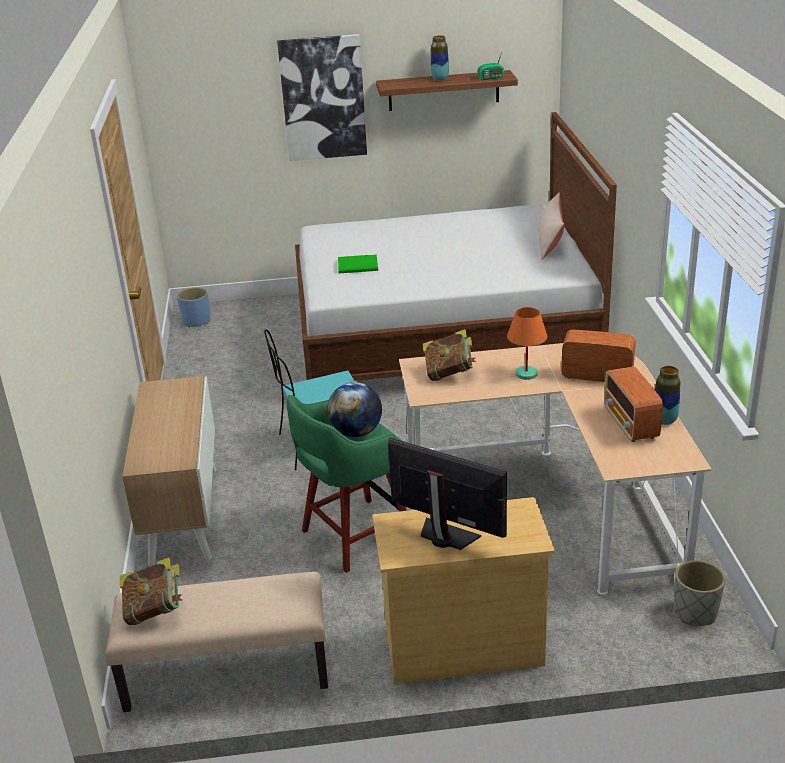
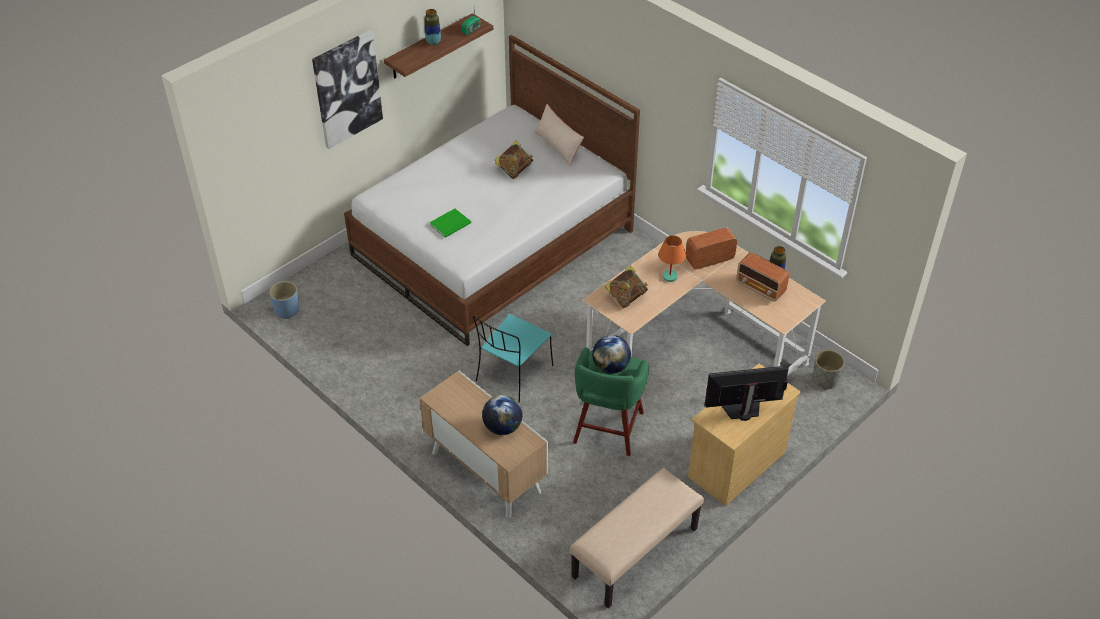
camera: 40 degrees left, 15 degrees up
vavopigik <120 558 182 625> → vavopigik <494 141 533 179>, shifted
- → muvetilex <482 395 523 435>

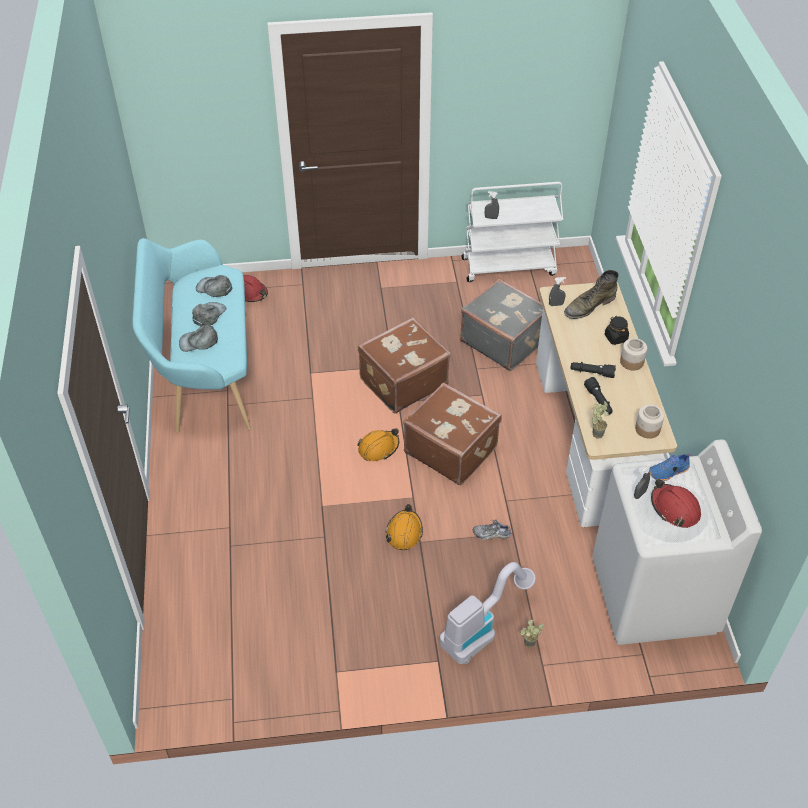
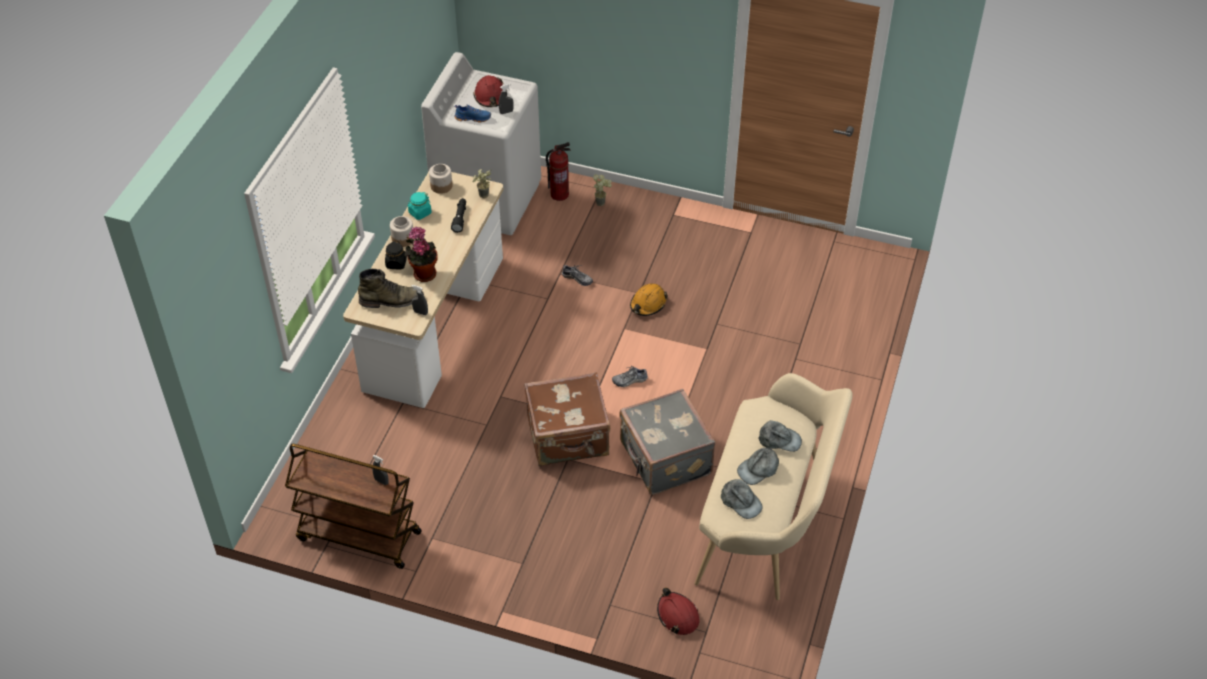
camera: 155 degrees left, 0 degrees up
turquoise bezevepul <132 238 251 432> → beige bezevepul <695 373 853 600>
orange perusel <357 428 399 461> → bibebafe <612 366 648 387>
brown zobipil <403 382 502 485> → -
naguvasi <440 562 536 664> → -
grey zobipil <460 279 543 371> → grey zobipil <619 389 715 495>, shifted
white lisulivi <461 182 563 282> → brown lisulivi <285 444 422 569>
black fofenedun <570 362 616 378> → -
- → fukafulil <405 227 438 282>
- → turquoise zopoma <408 192 432 220>
- → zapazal <546 142 571 201>

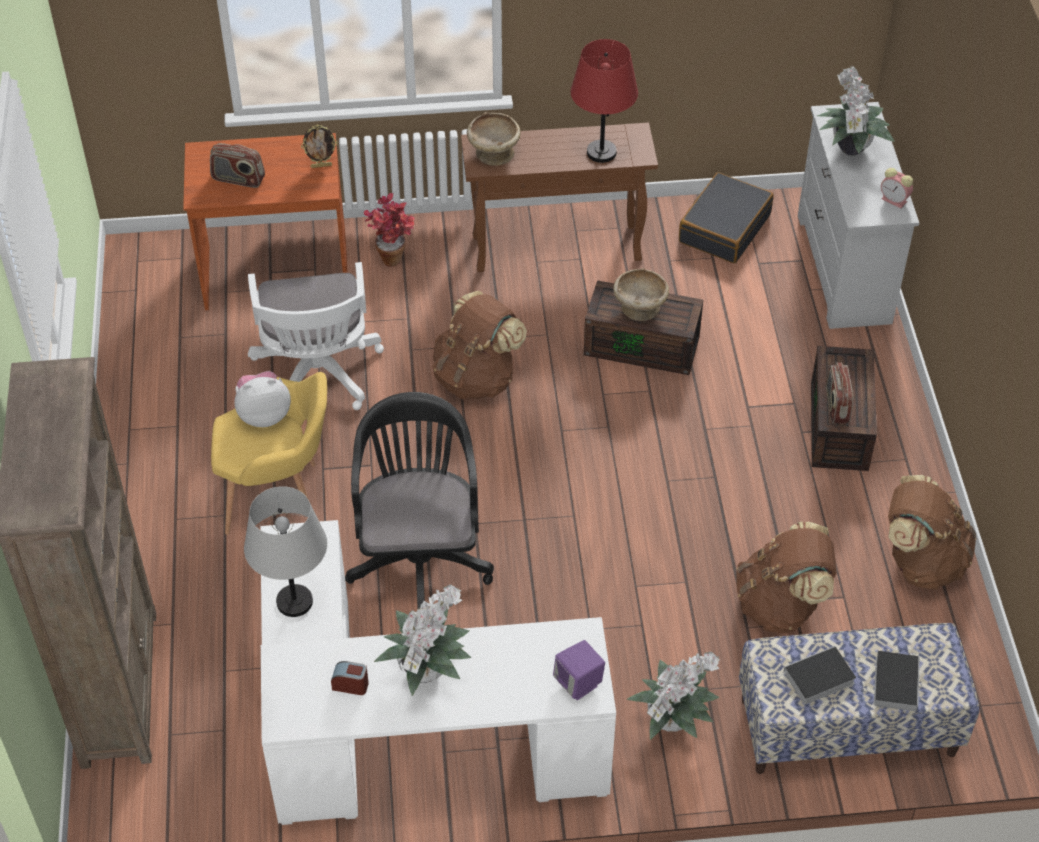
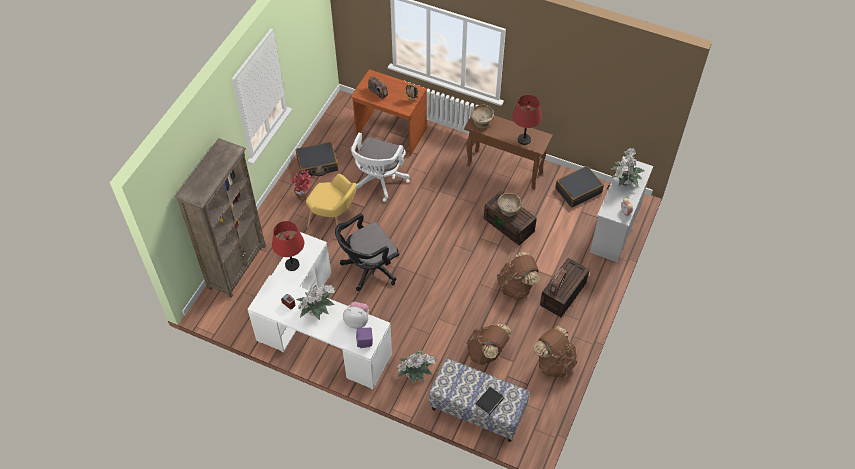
camera: 30 degrees right, 5 degrees up
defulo <234 371 291 427> → defulo <343 302 369 329>, shifted
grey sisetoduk <244 486 327 617> → red sisetoduk <272 221 304 271>
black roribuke <345 392 494 609> → black roribuke <335 214 400 291>, 150 degrees counterclockwise
fukafulil <364 193 415 267> → fukafulil <290 170 313 200>, shifted
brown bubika <432 291 527 399> → brown bubika <497 252 540 300>, shifted
vavopigik <775 646 856 704> → -
- → black zobipil <296 142 338 177>

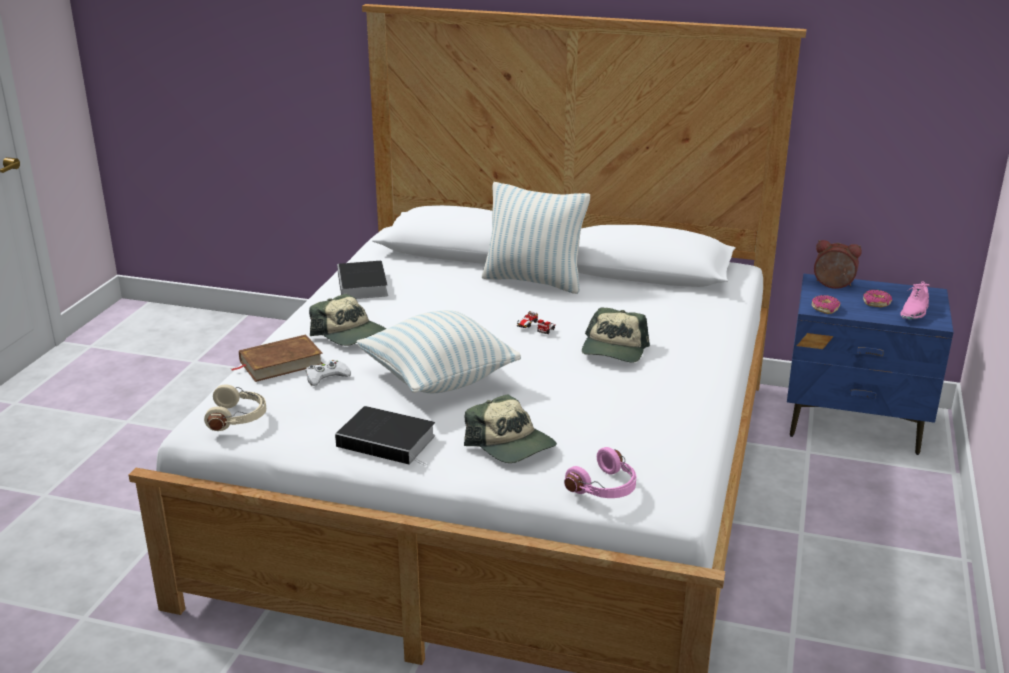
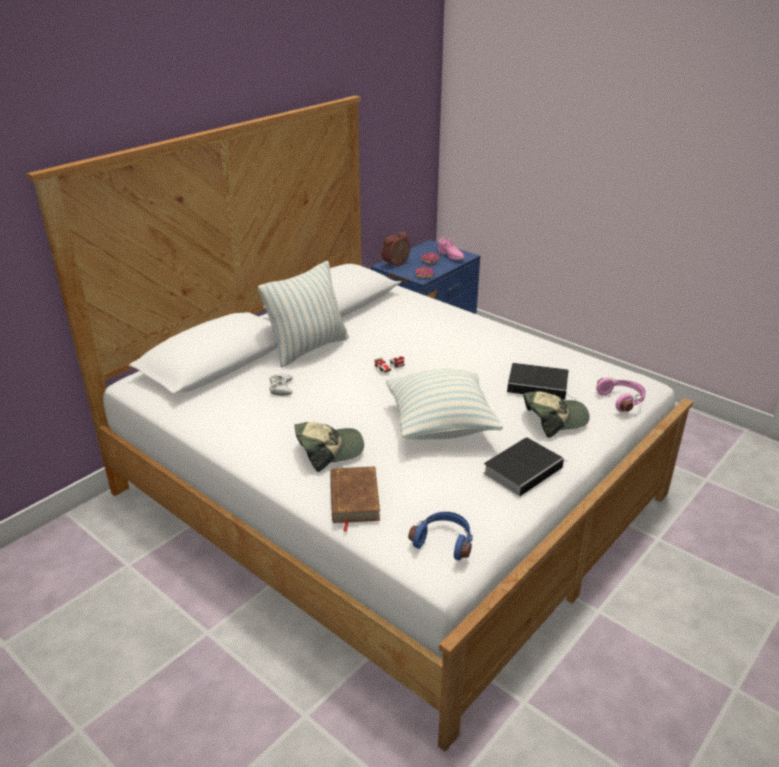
camera: 65 degrees left, 5 degrees up
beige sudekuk <204 385 266 431> → blue sudekuk <408 512 473 561>
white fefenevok <305 360 351 386> → white fefenevok <269 374 293 396>, shifted
vavopigik <337 261 388 299> → vavopigik <507 363 577 400>, shifted
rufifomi <582 307 650 363> → -

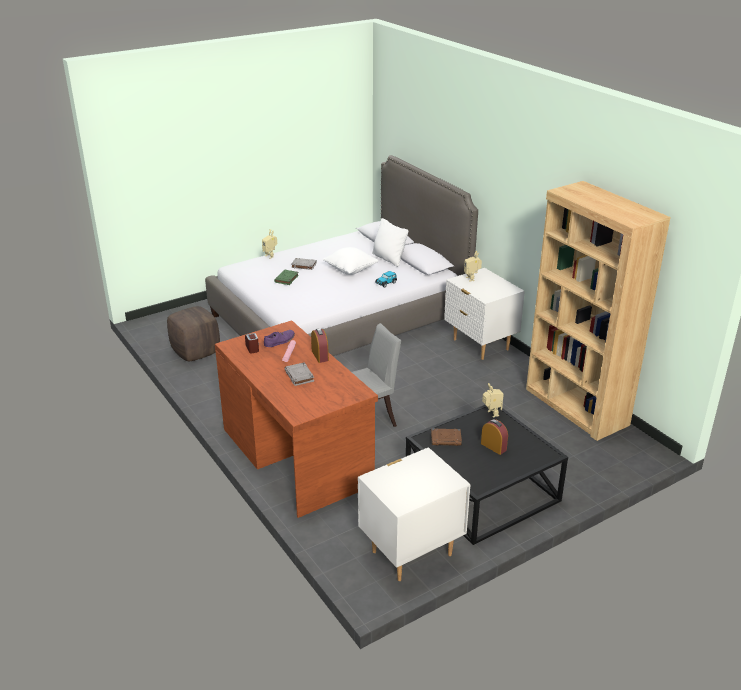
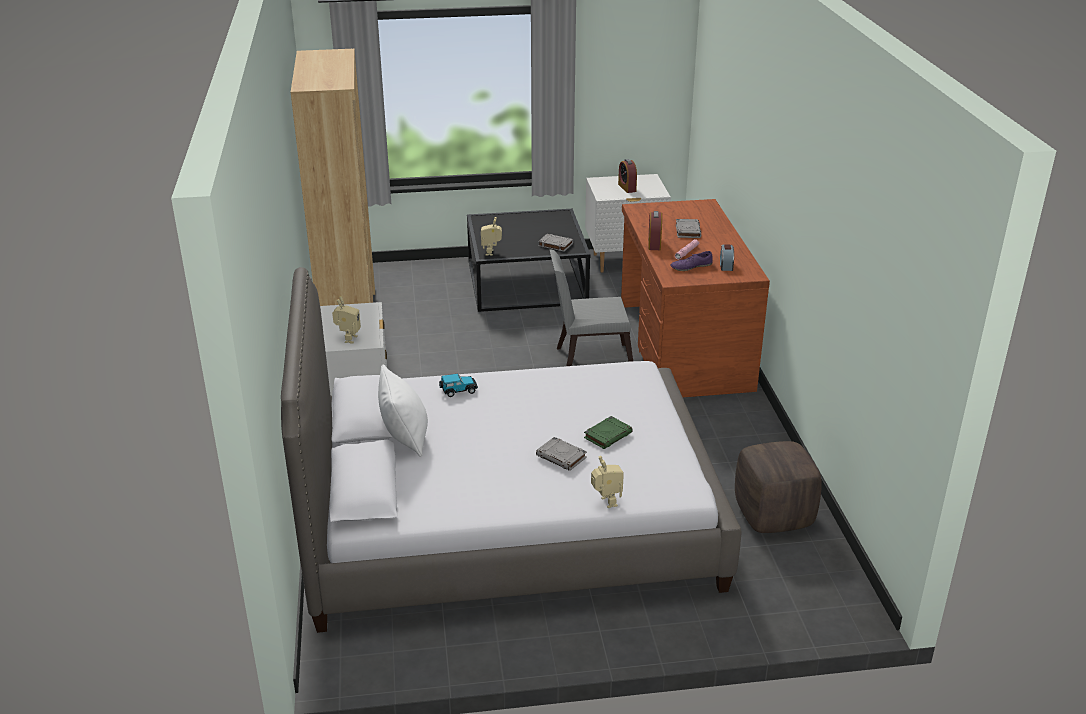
camera: 155 degrees left, 0 degrees up
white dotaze <323 247 378 275> → -
brown vavopigik <431 428 462 446> → grey vavopigik <538 234 574 252>
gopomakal <481 419 508 455> → gopomakal <618 159 637 193>, shifted

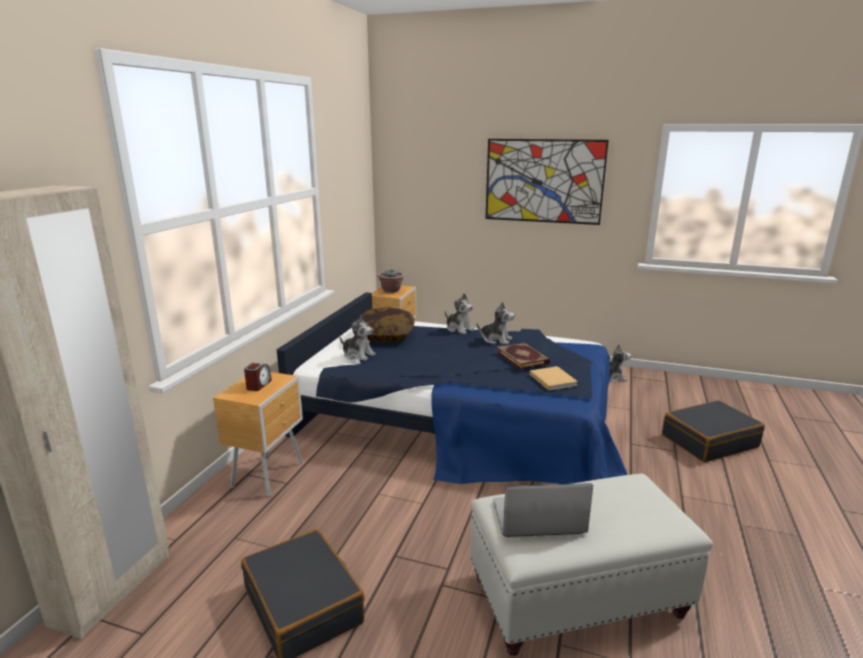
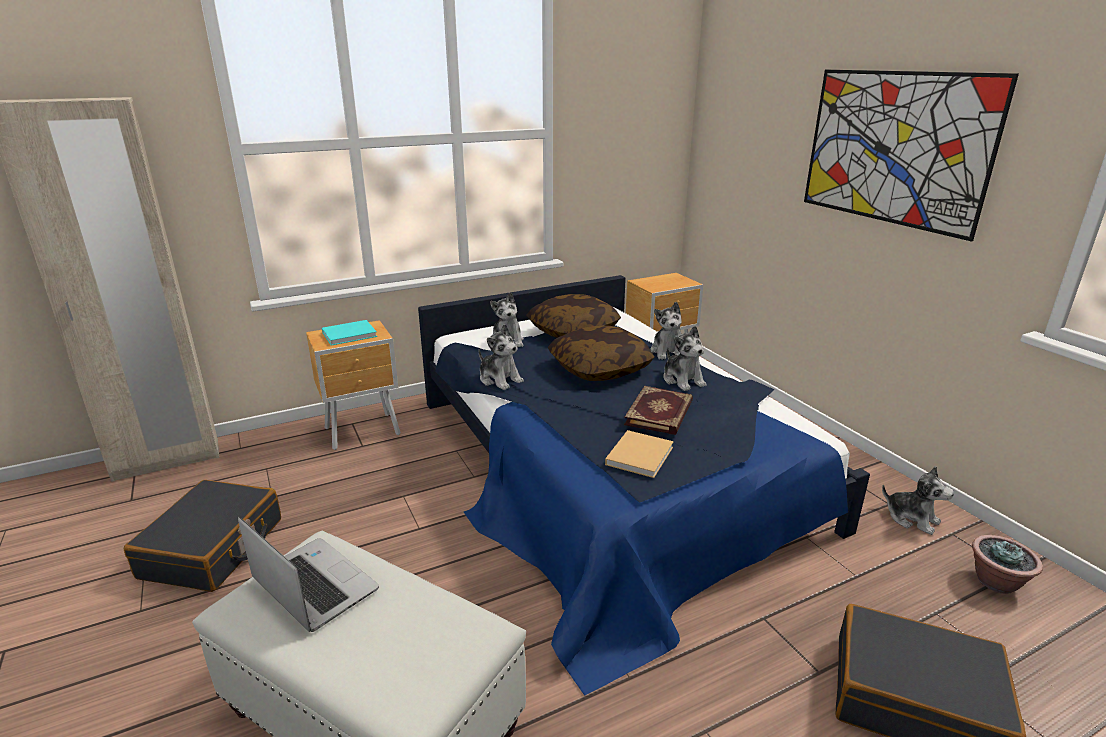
camera: 45 degrees right, 5 degrees up
gopomakal <244 363 272 391> → turquoise vavopigik <322 320 377 346>
fukafulil <378 269 405 293> → fukafulil <972 535 1043 594>, shifted
- → defulo <478 324 524 390>
- → dotaze <548 326 655 381>

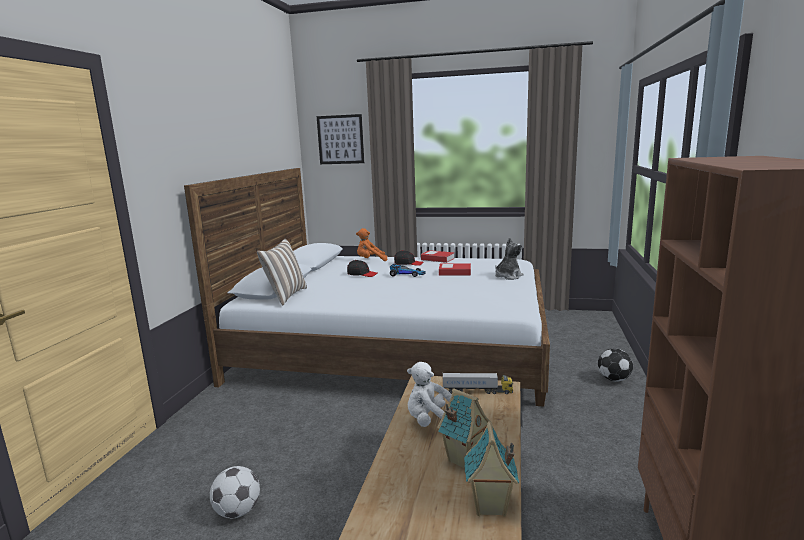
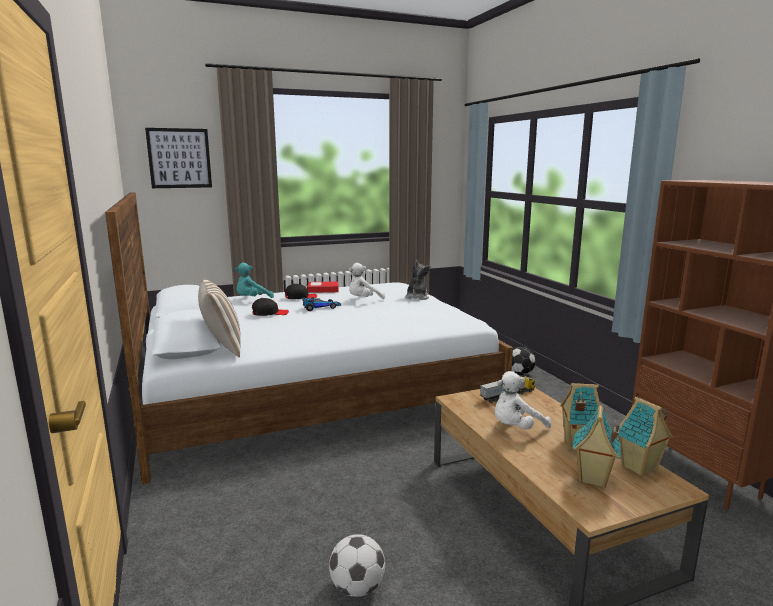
camera: 35 degrees left, 0 degrees up
orange defulo <356 228 387 261> → turquoise defulo <235 263 274 298>
vavopigik <439 263 471 275> → white defulo <349 263 385 299>
- → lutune <572 405 621 488>

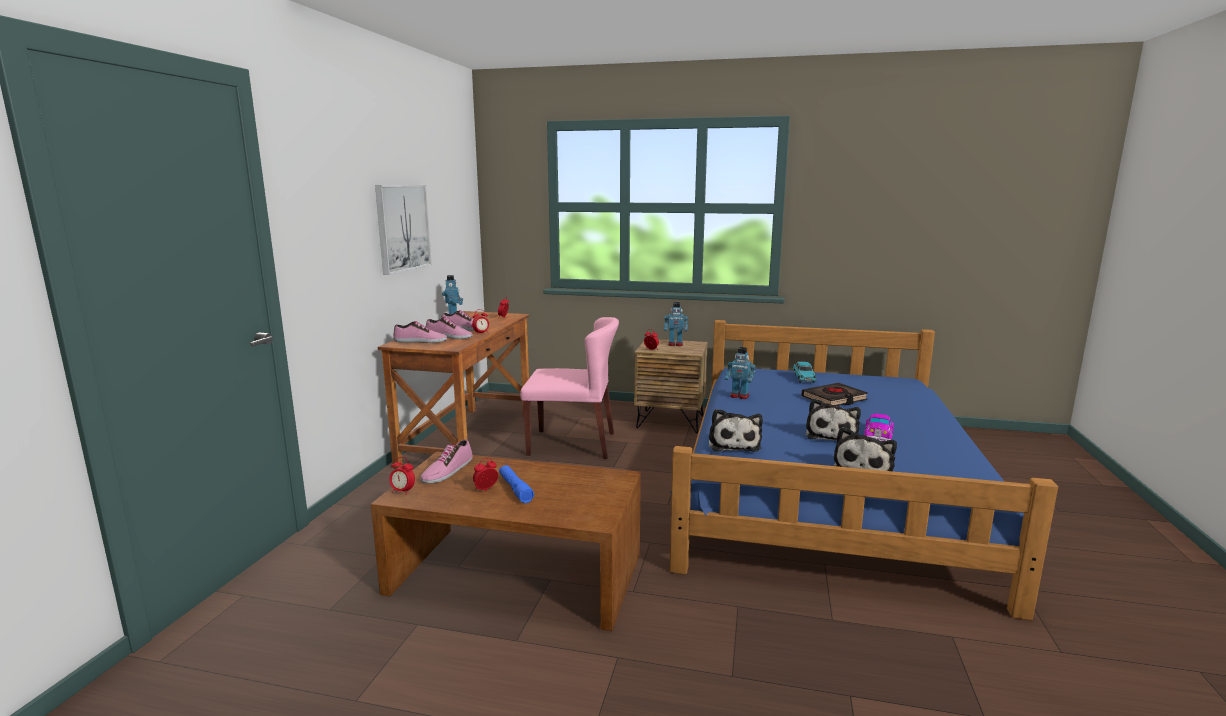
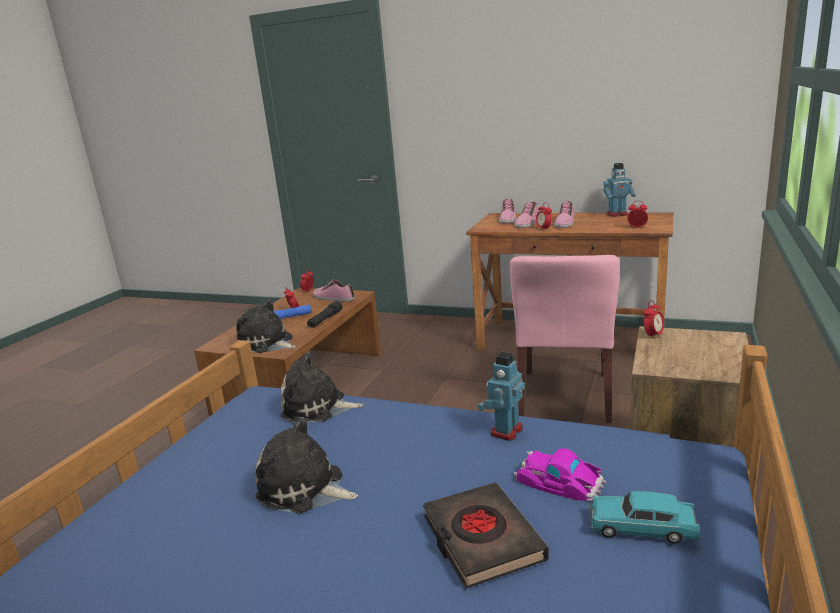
camera: 100 degrees right, 5 degrees up
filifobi <375 185 432 275> → -
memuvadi <664 302 688 346> → -
defulo <834 427 897 471> → defulo <236 300 297 353>, shifted
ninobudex <864 414 894 441> → ninobudex <513 448 607 501>, shifted
- → black fofenedun <307 301 342 328>

